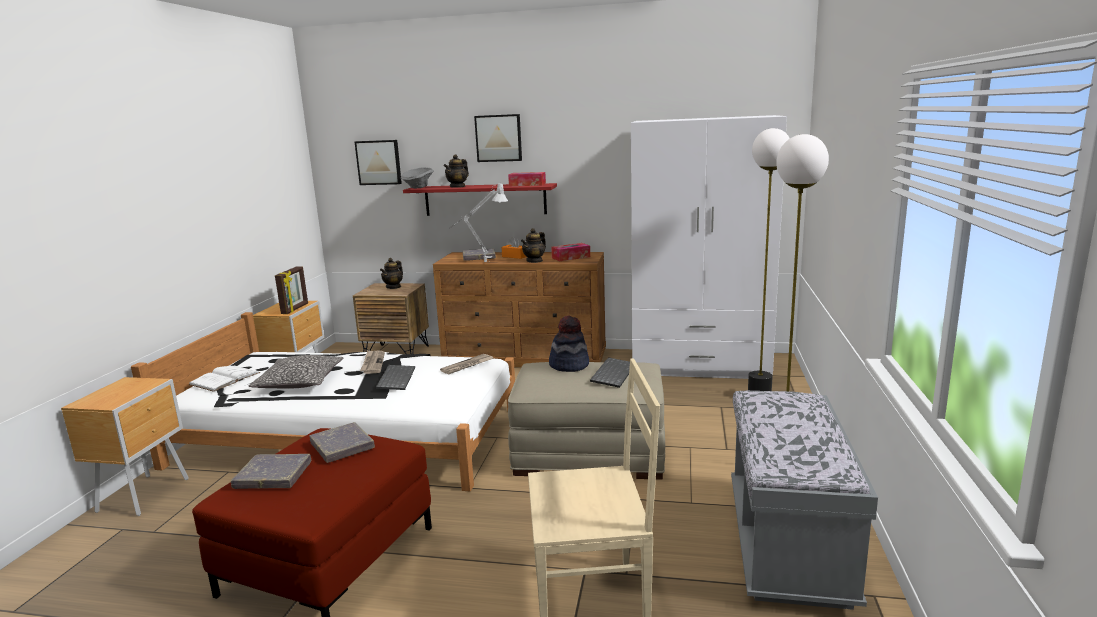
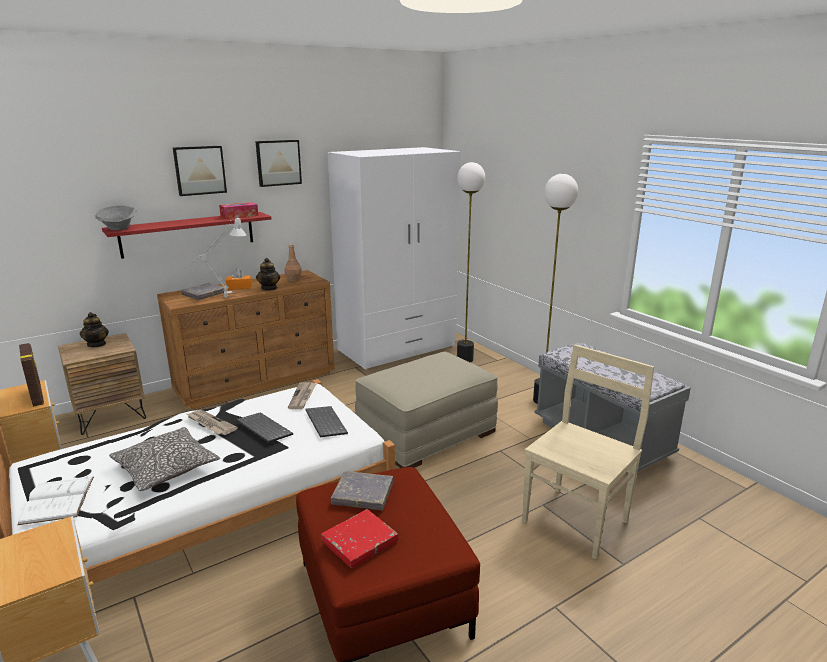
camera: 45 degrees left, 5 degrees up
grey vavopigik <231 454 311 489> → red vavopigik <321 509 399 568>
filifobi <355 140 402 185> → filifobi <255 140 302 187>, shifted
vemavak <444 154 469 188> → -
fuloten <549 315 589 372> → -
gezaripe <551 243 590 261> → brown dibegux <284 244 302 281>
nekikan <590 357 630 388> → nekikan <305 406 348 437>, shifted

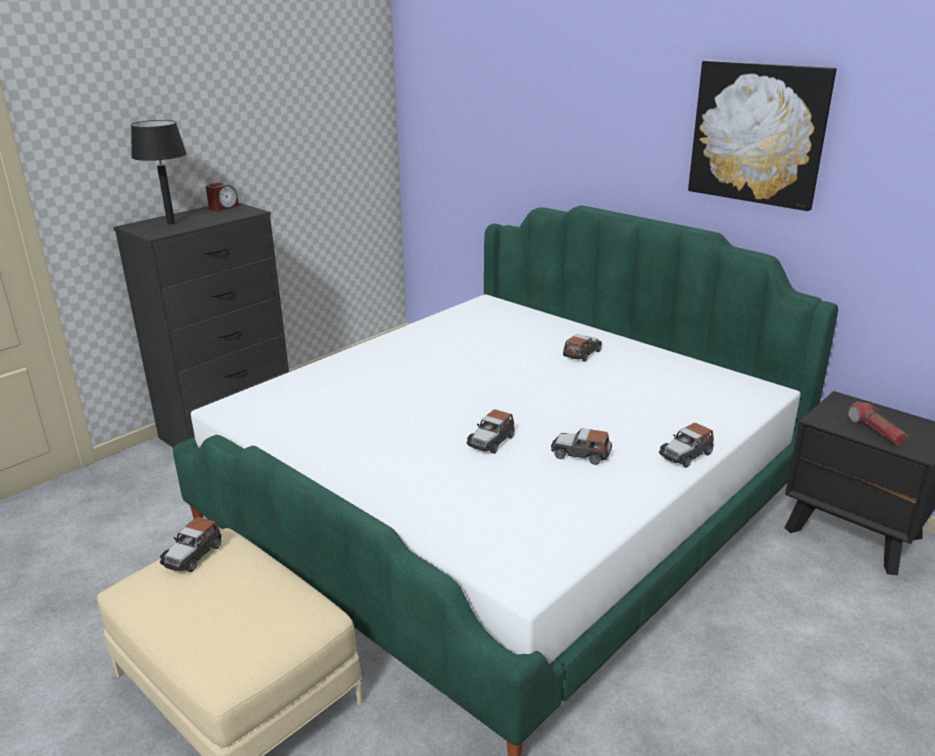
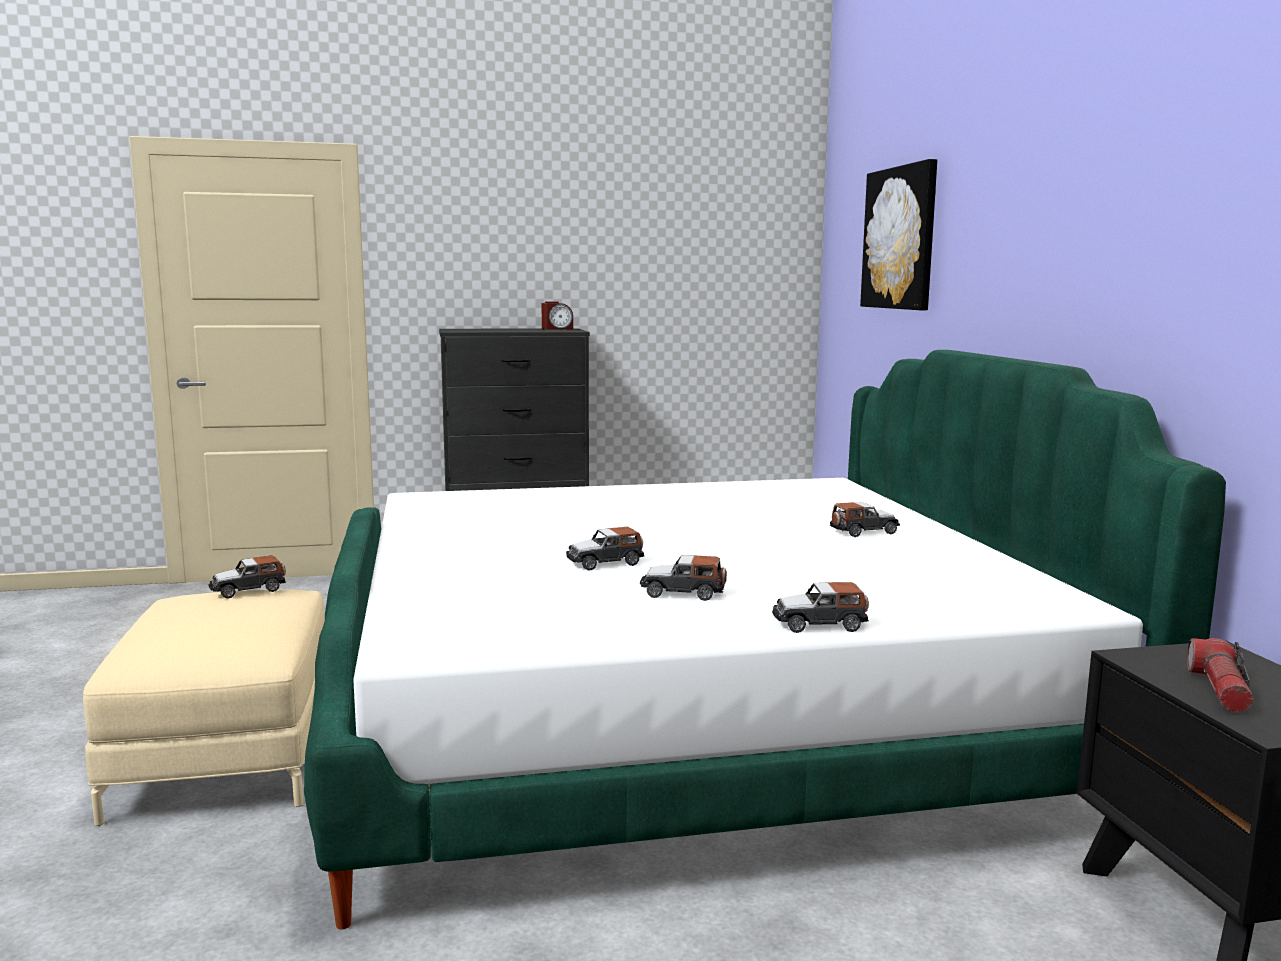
camera: 35 degrees right, 15 degrees down
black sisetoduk <131 120 187 224> → -
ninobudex <551 428 612 465> → ninobudex <640 555 727 601>, 45 degrees counterclockwise
filifobi <688 60 836 211> → filifobi <860 159 937 310>, shifted

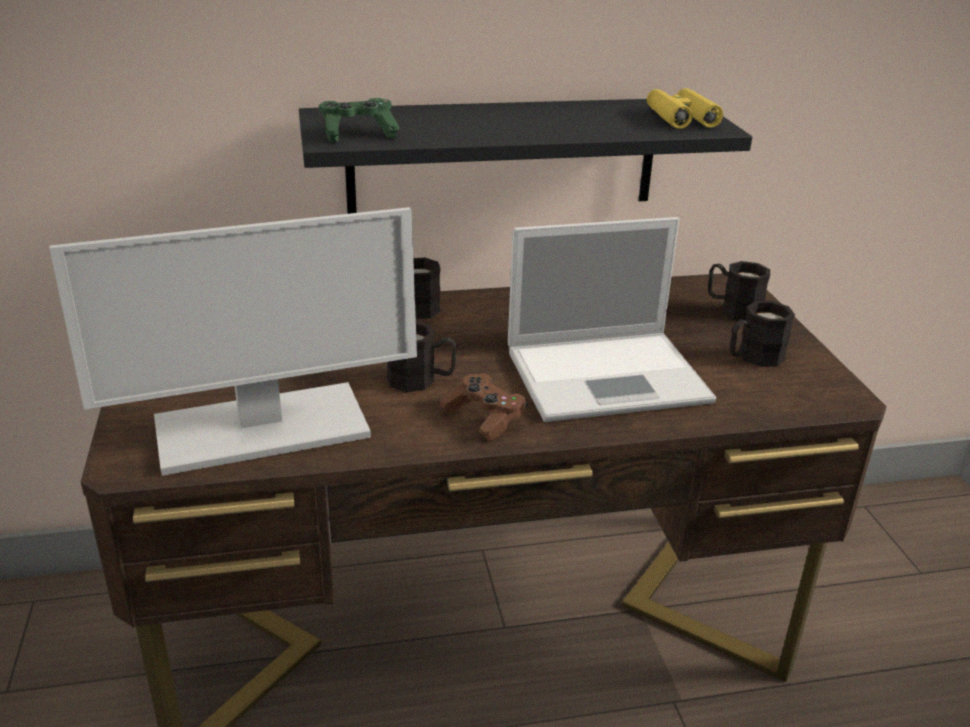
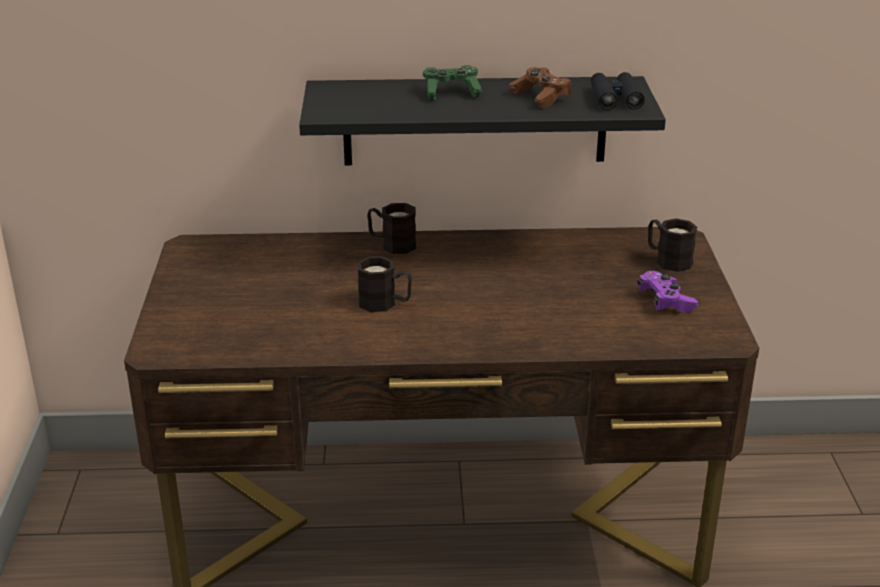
camera: 10 degrees right, 0 degrees up
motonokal <49 207 417 476> → -
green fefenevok <319 98 399 142> → green fefenevok <423 65 482 100>, shifted
brown fefenevok <440 373 527 441> → brown fefenevok <509 67 573 108>, shifted
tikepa <508 217 716 422> → -
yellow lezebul <647 88 723 129> → black lezebul <591 72 645 110>
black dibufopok <730 301 795 367> → purple fefenevok <637 271 698 313>

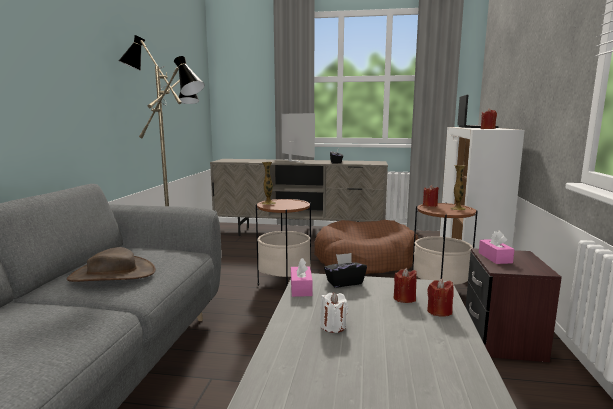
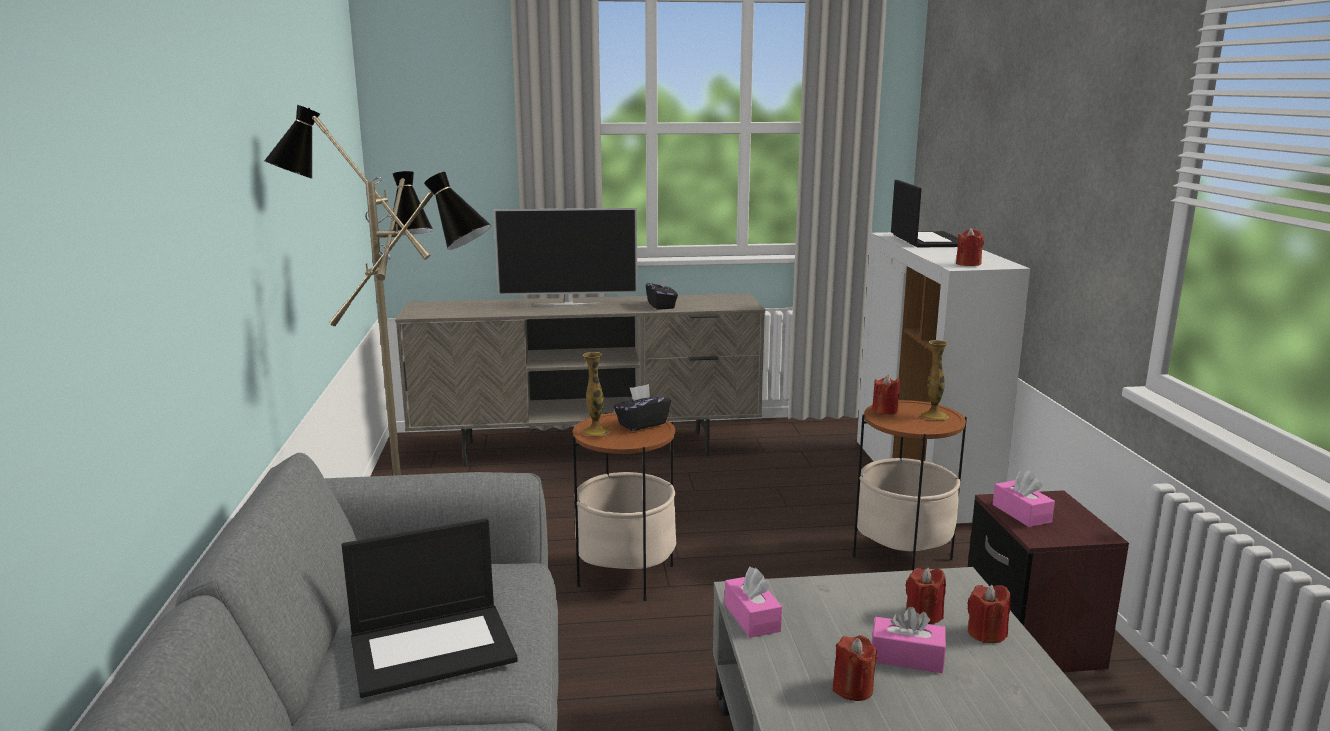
camera: 15 degrees left, 5 degrees up
brown fuloten <67 247 156 282> → tikepa <342 518 518 698>
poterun <282 113 315 163> → poterun <493 208 638 306>, 135 degrees clockwise
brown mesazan <314 220 419 274> → -
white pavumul <320 292 348 333> → red pavumul <833 635 877 701>
black gezaripe <324 253 367 288> → black gezaripe <614 384 671 431>, shifted
- → pink gezaripe <871 607 946 673>

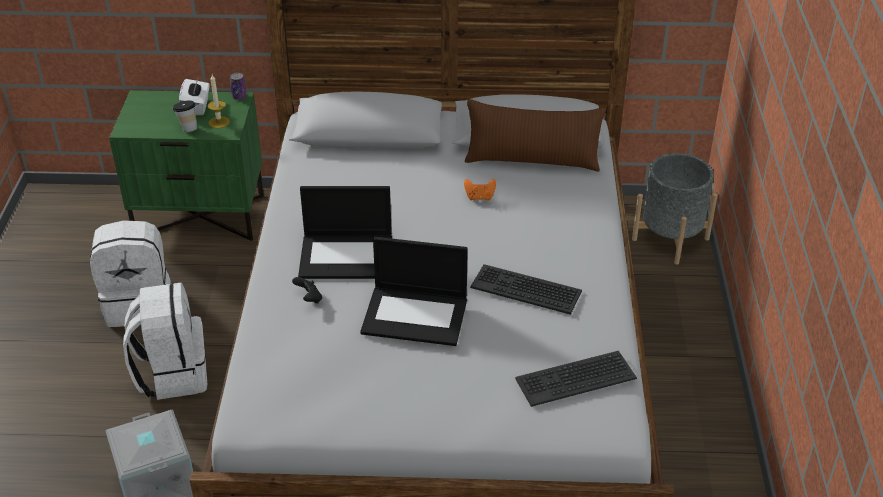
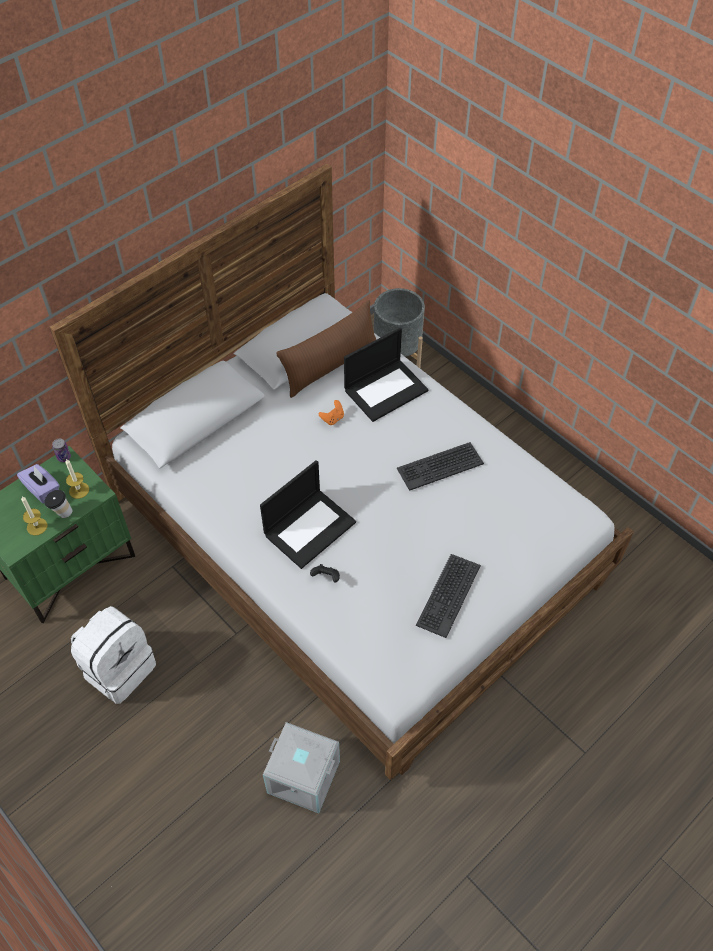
camera: 45 degrees left, 15 degrees up
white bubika <123 282 207 400> → -
white gezaripe <179 77 210 115> → purple gezaripe <17 464 60 503>
tikepa <360 237 468 346> → tikepa <344 328 428 422>, shifted
nekikan <515 351 637 407> → nekikan <416 554 481 638>, shifted
- → pavumul <21 496 47 536>

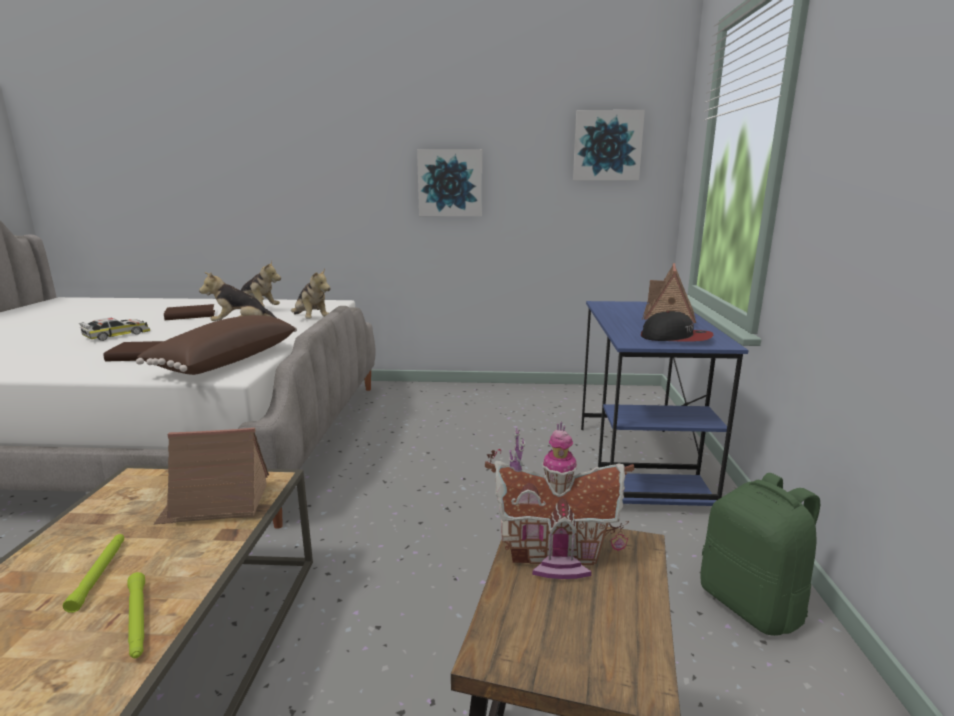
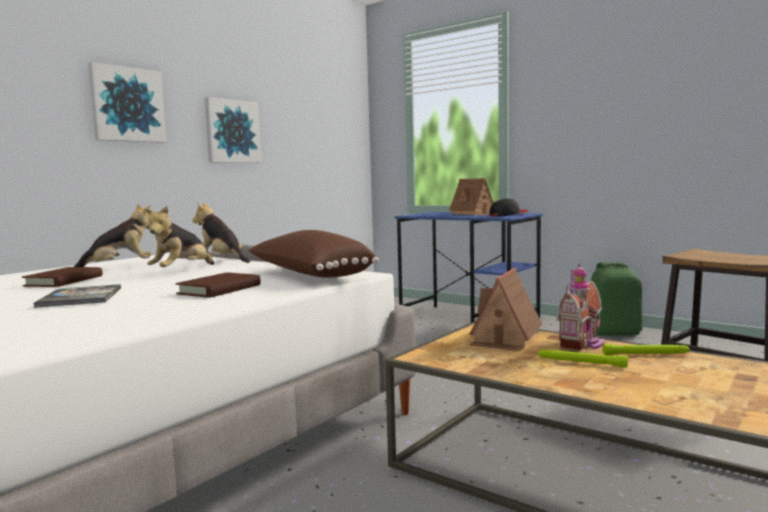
camera: 55 degrees left, 10 degrees down
ninobudex <78 317 150 341> → vavopigik <33 284 121 308>
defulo <291 268 330 319> → defulo <192 202 250 263>, 135 degrees counterclockwise
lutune <485 422 634 579> → lutune <556 262 604 350>, shifted
filifobi <573 110 645 180> → filifobi <88 62 166 143>, shifted

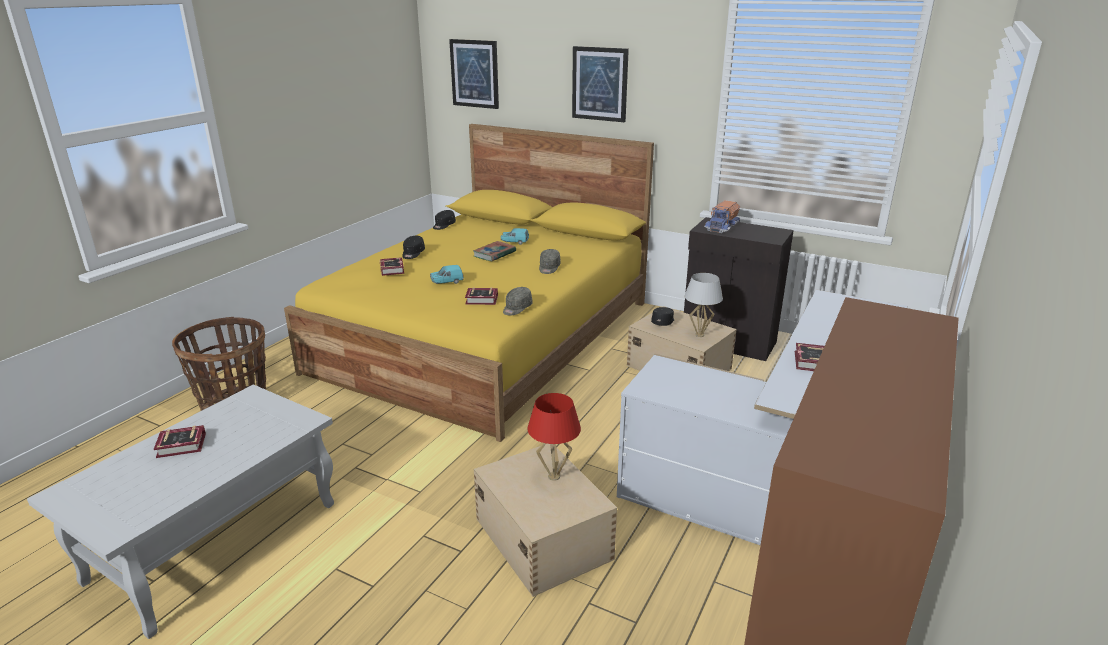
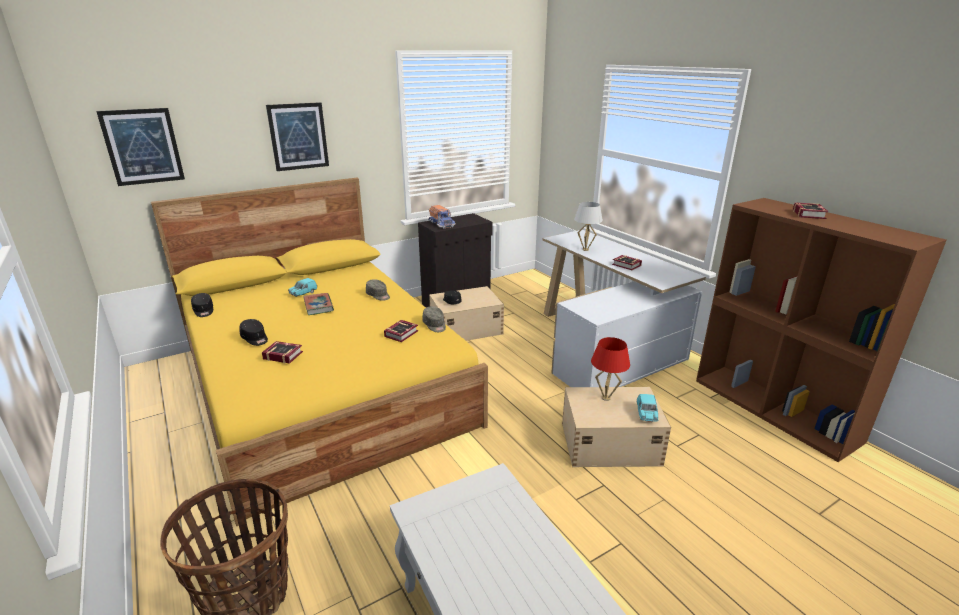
camera: 60 degrees left, 0 degrees up
vavopigik <154 425 206 458> → vavopigik <793 202 828 219>, shifted
turquoise ninobudex <430 265 464 284> → turquoise ninobudex <637 394 658 422>, shifted
white sisetoduk <684 273 723 337> → white sisetoduk <574 202 603 251>, shifted

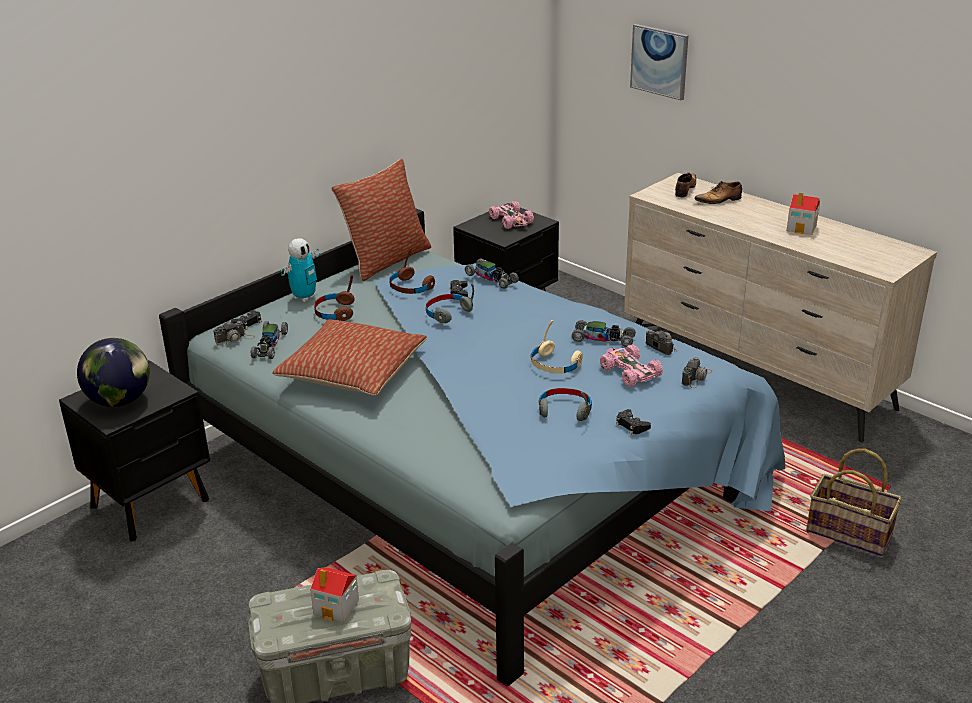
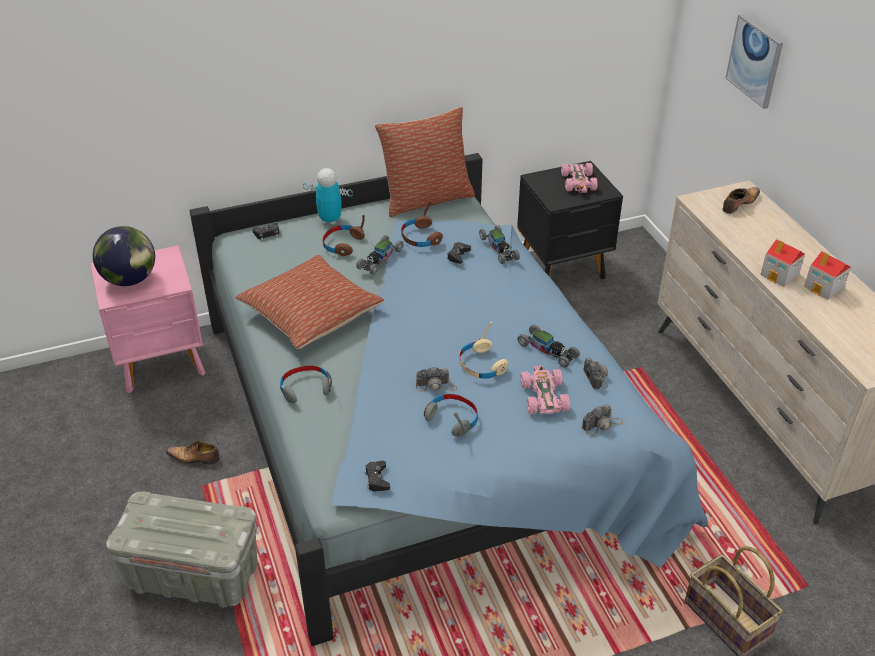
camera: 25 degrees right, 10 degrees up
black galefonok <59 360 210 541> → pink galefonok <90 245 205 393>
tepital <213 321 255 347> → tepital <416 367 457 392>, shifted
ninobudex <251 321 288 359> → ninobudex <356 235 403 275>, shifted
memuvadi <281 238 320 302> → memuvadi <303 168 353 225>, 135 degrees counterclockwise
lutune <310 567 359 623> → lutune <761 239 805 287>, shifted
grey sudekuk <426 283 474 323> → grey sudekuk <280 365 332 403>, shifted
black fefenevok <616 409 651 435> → black fefenevok <365 461 390 491>, shifted
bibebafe <694 181 742 204> → bibebafe <166 441 219 464>, shifted

